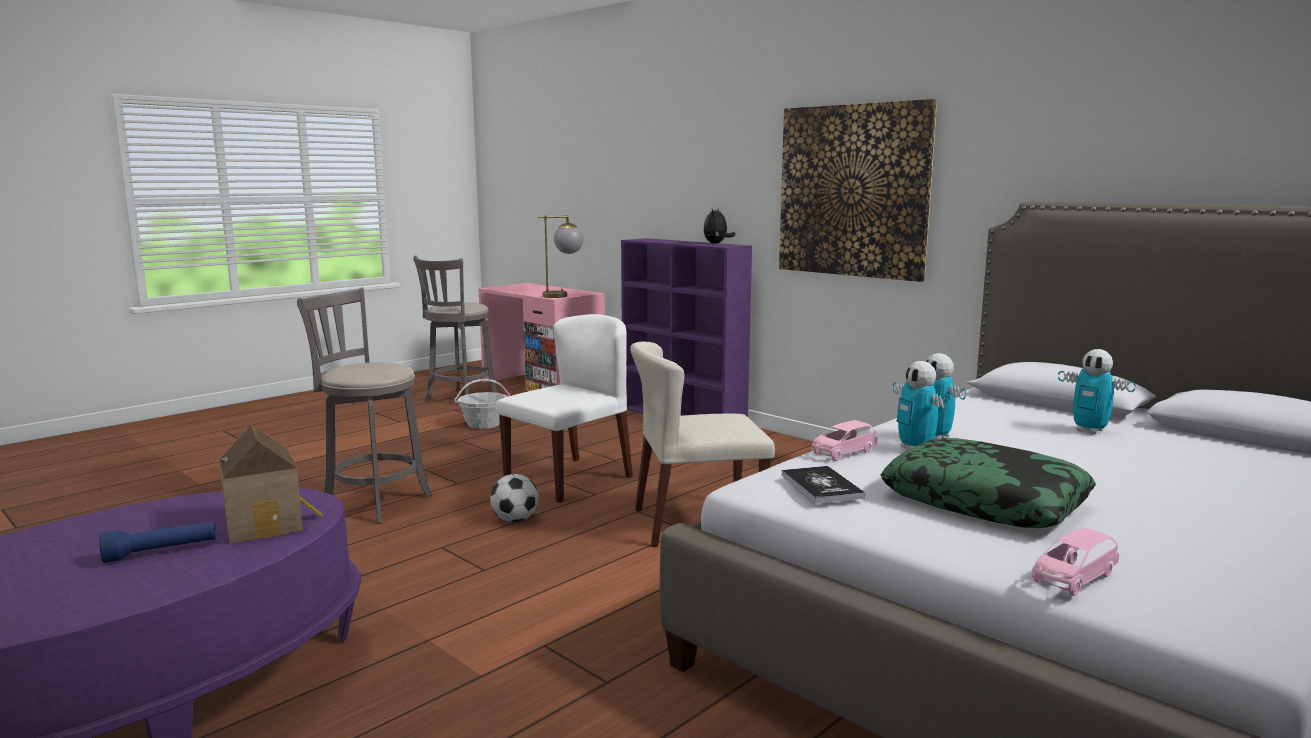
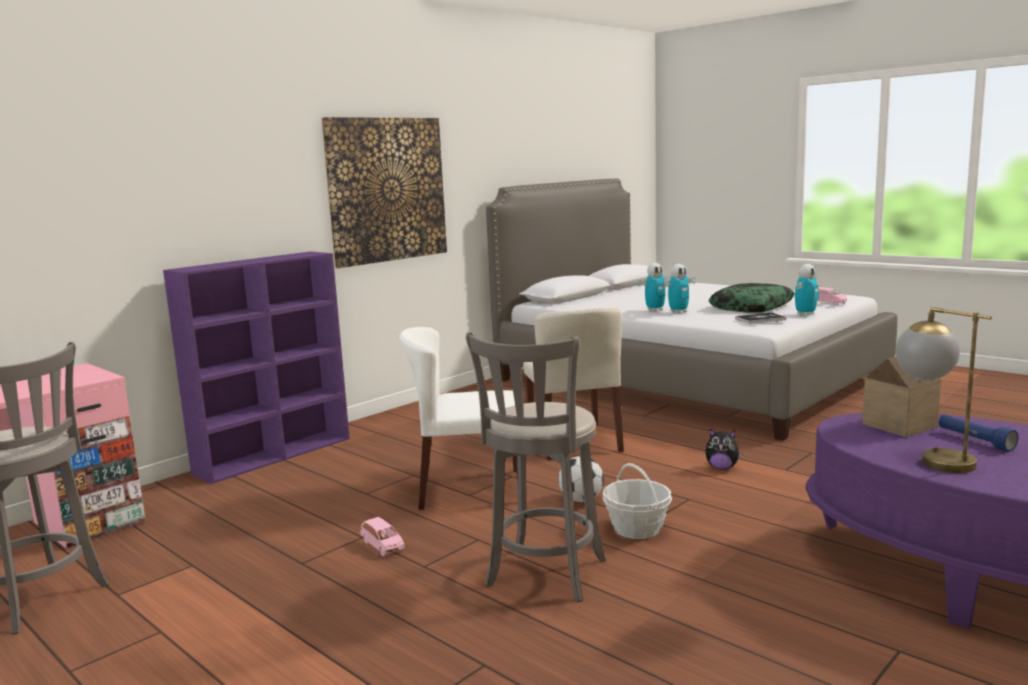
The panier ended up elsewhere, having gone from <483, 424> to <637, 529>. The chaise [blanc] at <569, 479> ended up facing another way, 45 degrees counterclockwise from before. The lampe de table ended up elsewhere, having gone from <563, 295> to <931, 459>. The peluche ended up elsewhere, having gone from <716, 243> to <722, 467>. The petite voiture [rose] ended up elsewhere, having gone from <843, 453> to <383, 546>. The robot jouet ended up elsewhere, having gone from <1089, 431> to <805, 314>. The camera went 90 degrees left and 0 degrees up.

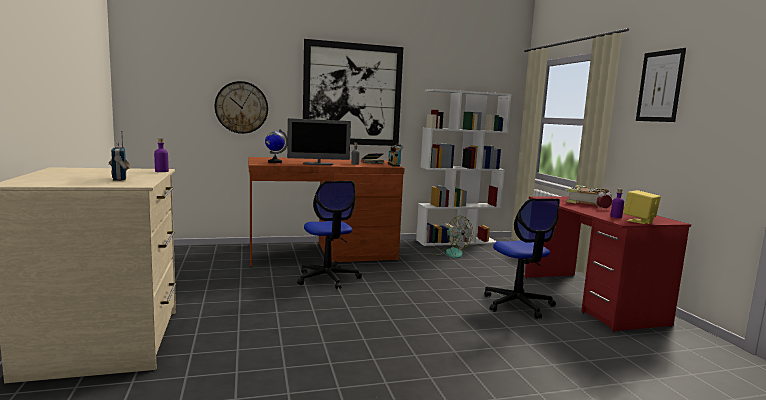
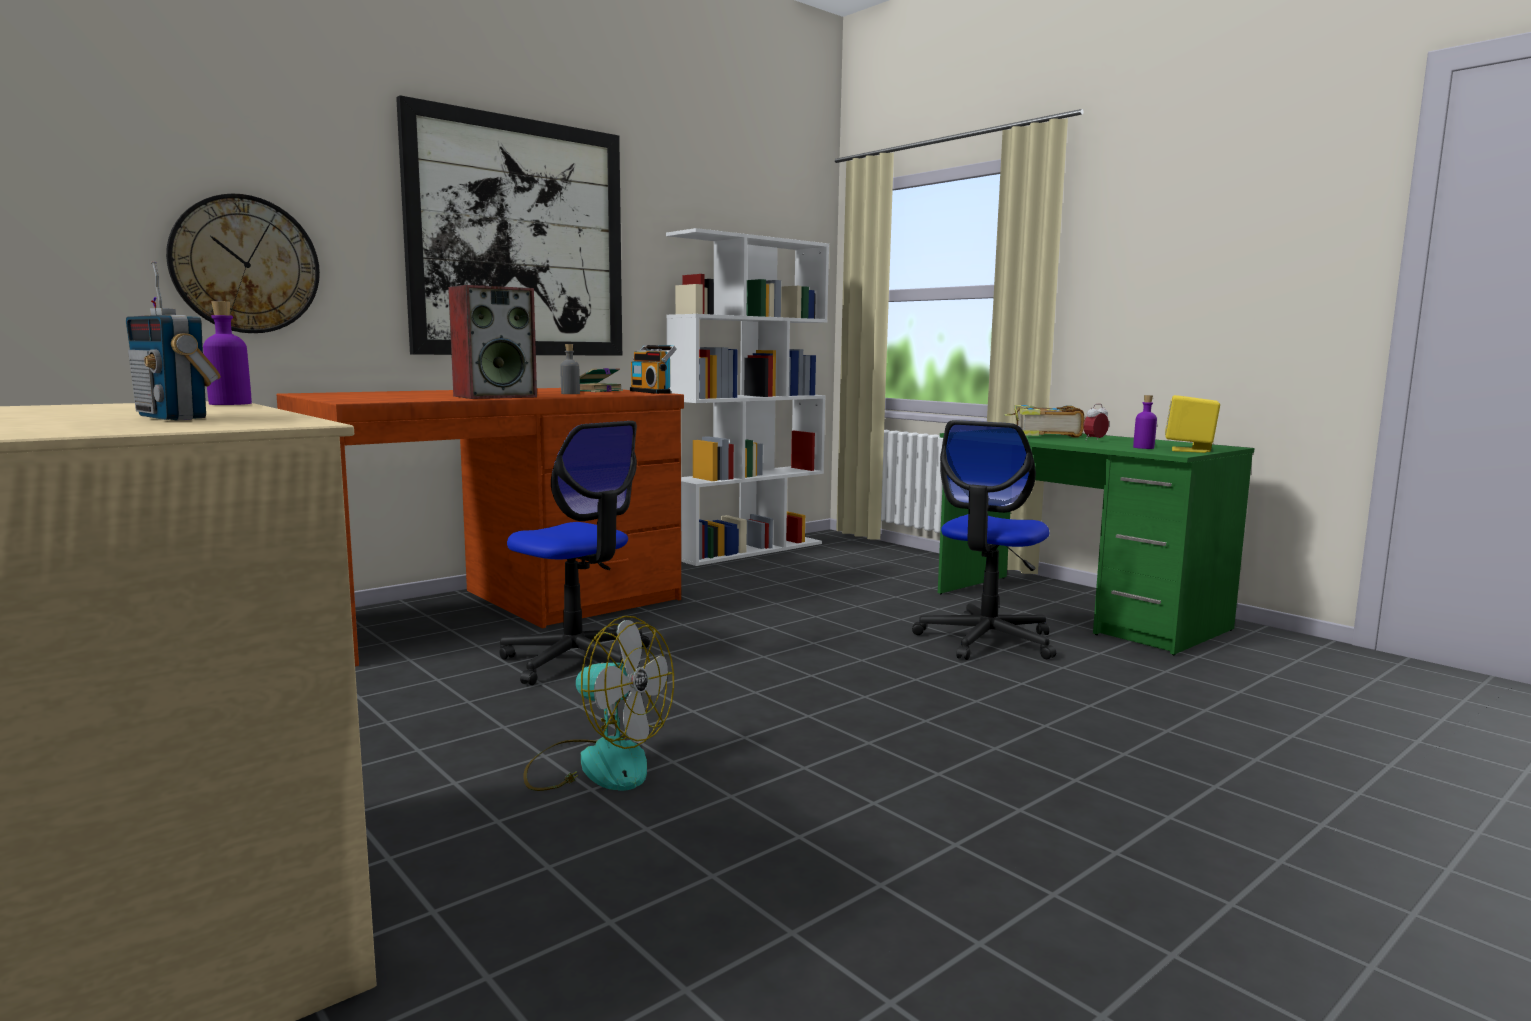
The second view lost the globe at <274, 162>. Where the écran d'ordinateur stood at <318, 164>, the enceinte came to stand at <495, 396>. The ventilateur ended up elsewhere, having gone from <450, 253> to <597, 764>. The chaise de bureau at <518, 304> ended up facing another way, 75 degrees clockwise from before. What was the bureau [rouge] at <589, 299> turned into the bureau [vert] at <1076, 611>. The second view lost the tableau at <660, 86>. The camera went 25 degrees left and 0 degrees up.

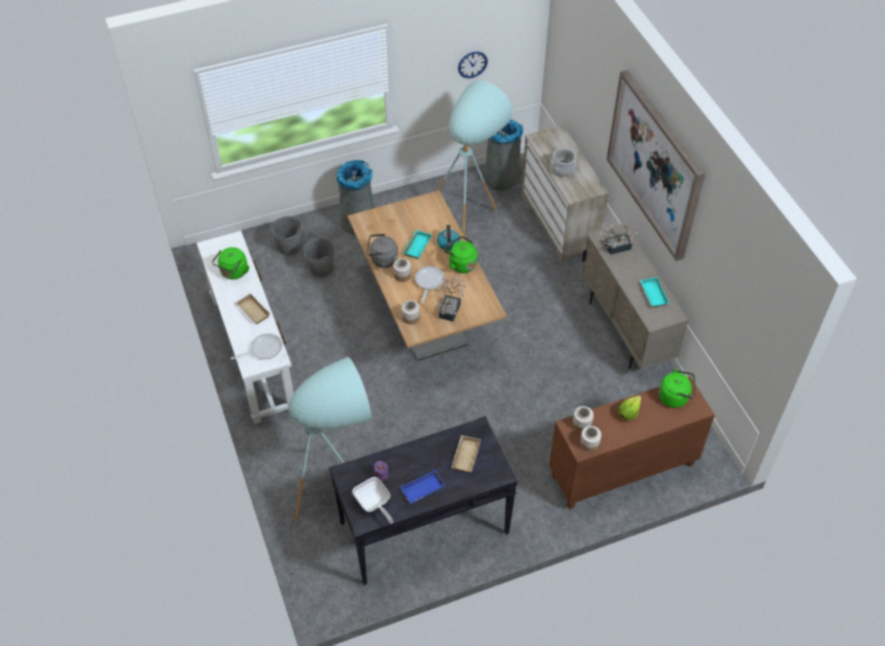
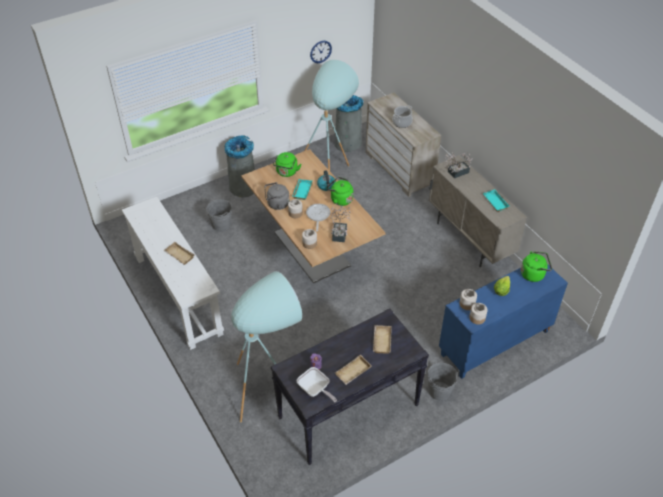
The bouilloire [vert] ended up elsewhere, having gone from <233, 273> to <286, 172>. The second view lost the poêle at <263, 349>. The seau [gris] ended up elsewhere, having gone from <289, 247> to <439, 391>. What was the plateau [bleu] at <423, 490> turned into the plateau [beige] at <353, 373>. What was the meuble de rangement [marron] at <622, 471> turned into the meuble de rangement [bleu] at <494, 343>. The second view lost the tableau at <655, 164>. The camera went 10 degrees left and 5 degrees down.

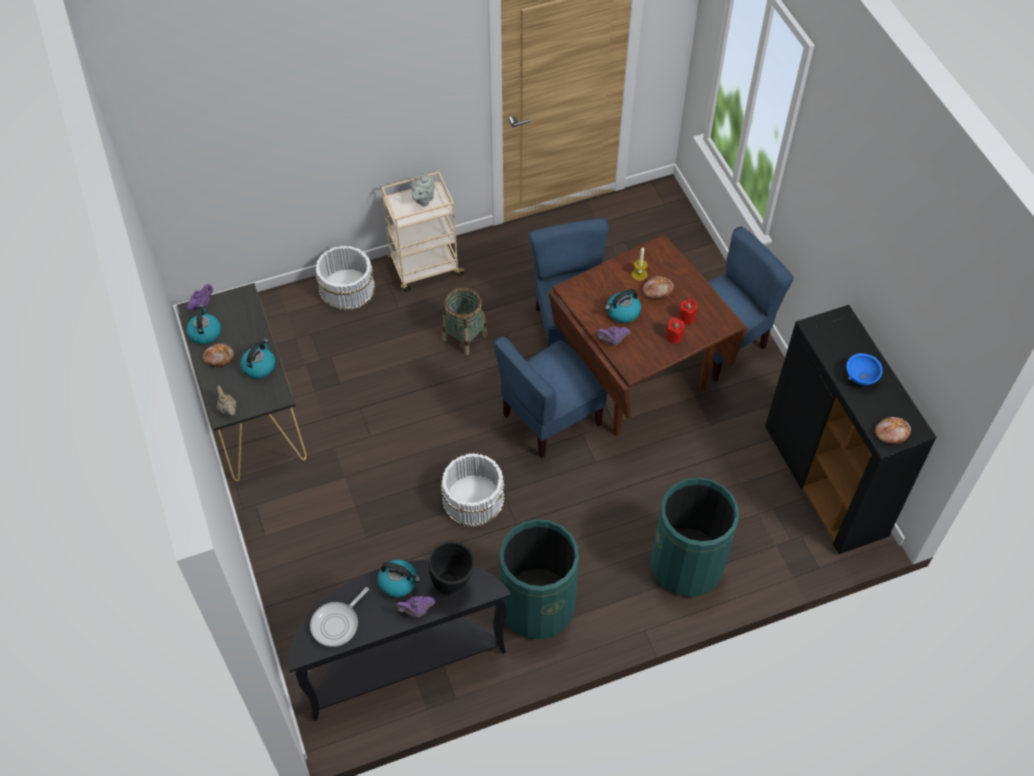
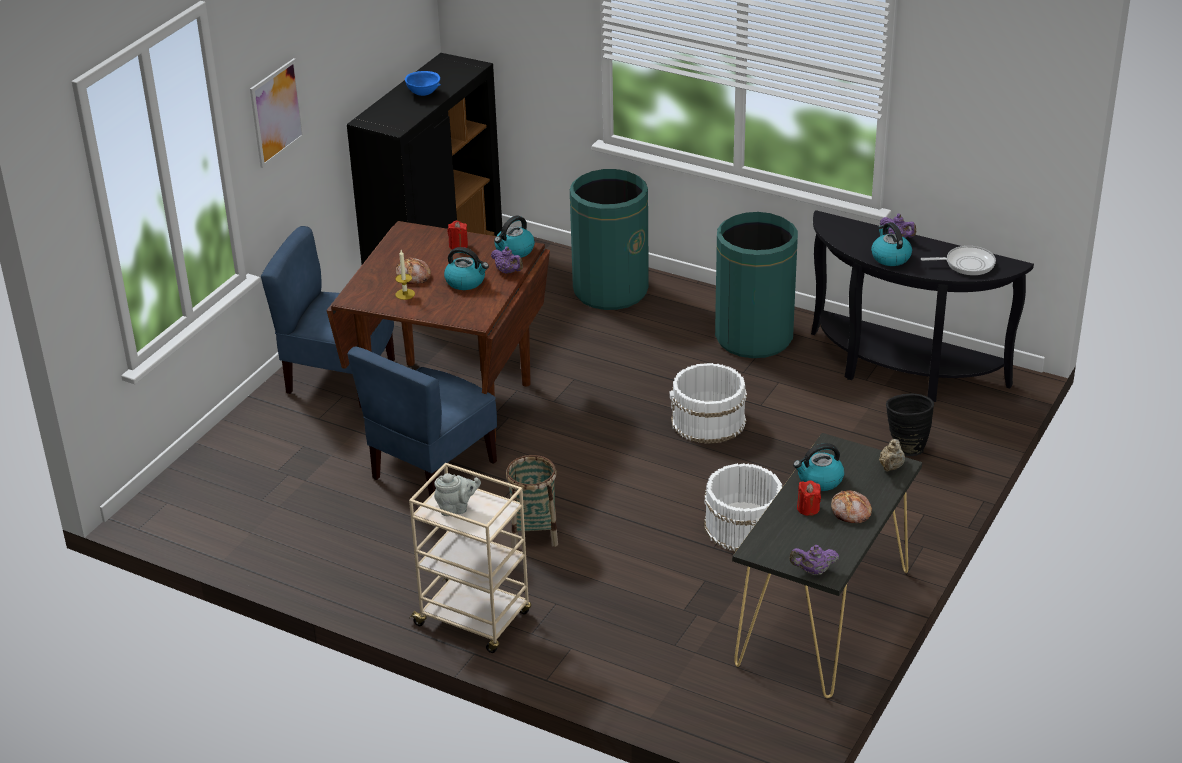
The bouilloire ended up elsewhere, having gone from <205, 333> to <514, 251>. The seau [blanc] ended up elsewhere, having gone from <346, 289> to <744, 526>. The vase [noir] ended up elsewhere, having gone from <454, 585> to <905, 447>. The second view lost the chaise [bleu] at <550, 419>. The bougie [rouge] ended up elsewhere, having gone from <687, 318> to <808, 508>. The second view lost the pain at <891, 433>. The second view gained the tableau at <277, 112>. The camera went 130 degrees left and 20 degrees down.

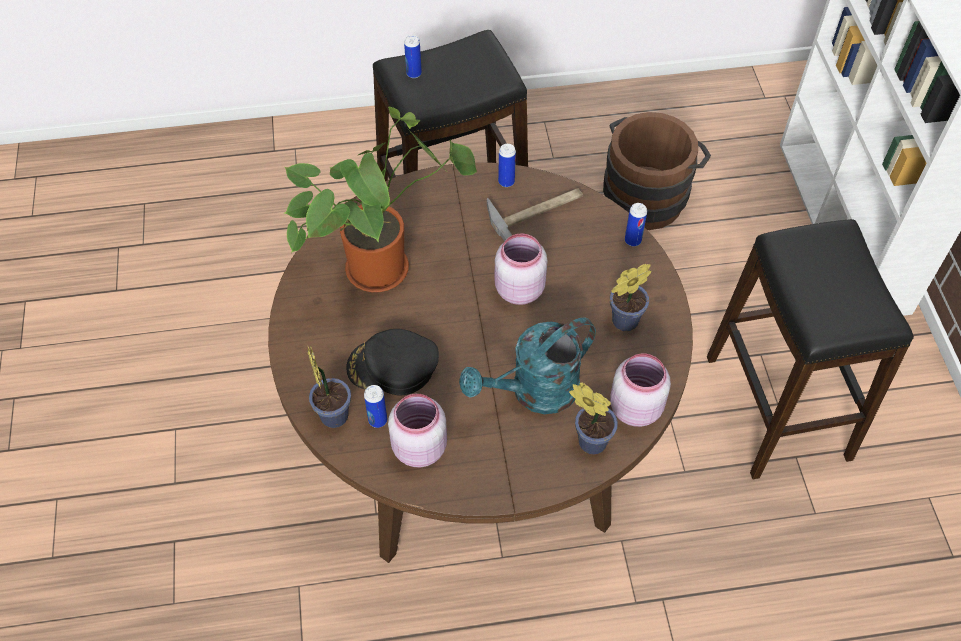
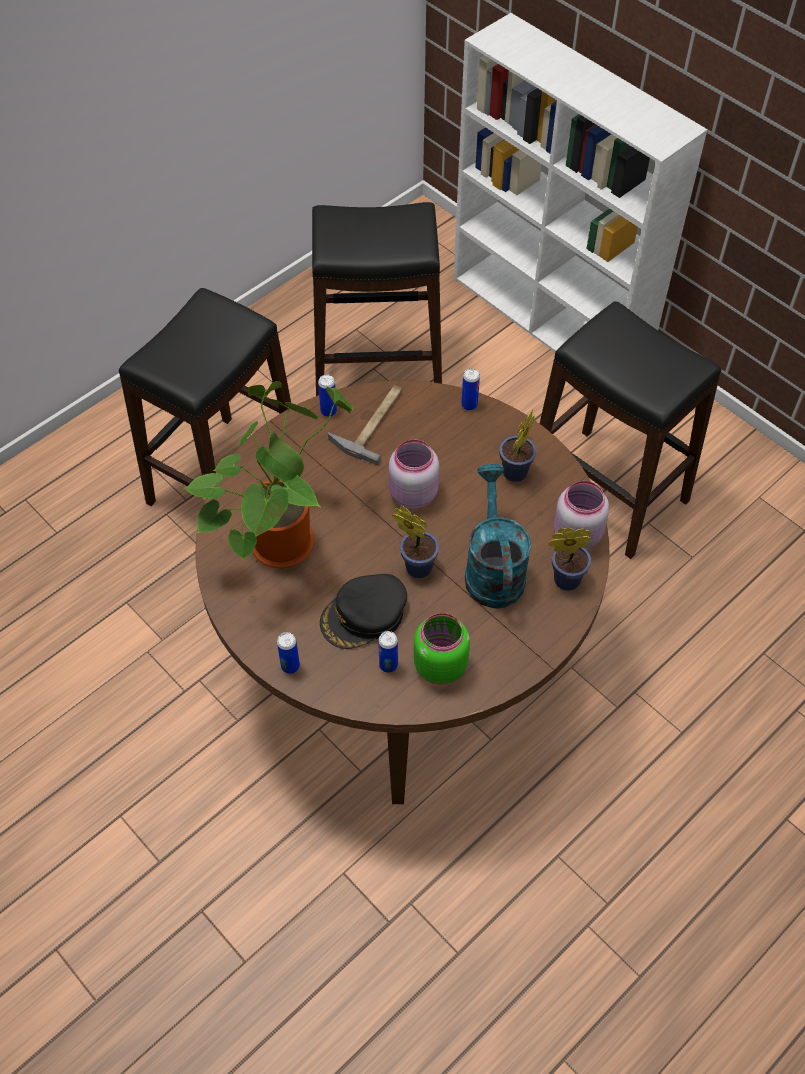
The plante en pot ended up elsewhere, having gone from <333, 412> to <415, 566>. What was the bocal [rose] at <418, 446> turned into the bocal [vert] at <438, 665>. The boîte métallique ended up elsewhere, having gone from <414, 73> to <290, 666>. The arrosoir [turquoise] at <534, 392> ended up facing another way, 150 degrees clockwise from before. Where the seau [marron] stood at <647, 194>, the tabouret [noir] came to stand at <378, 374>. The camera went 35 degrees left and 0 degrees up.

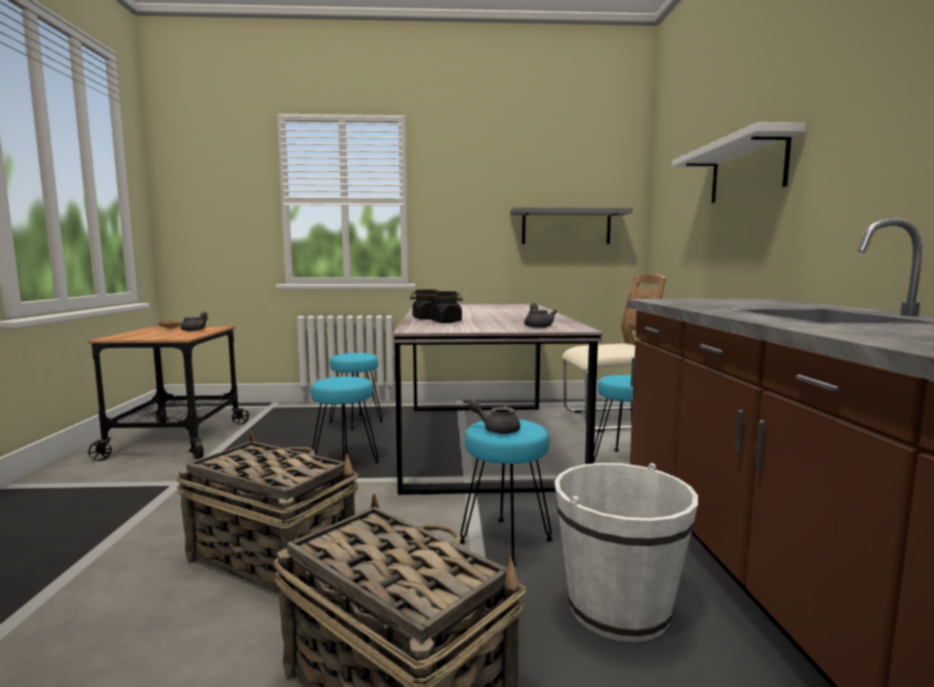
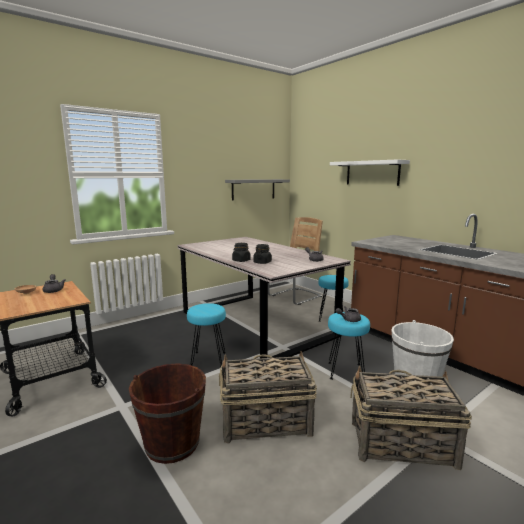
The second view lost the tabouret [turquoise] at <356, 422>. The second view gained the seau [marron] at <172, 443>. The camera went 35 degrees left and 5 degrees up.

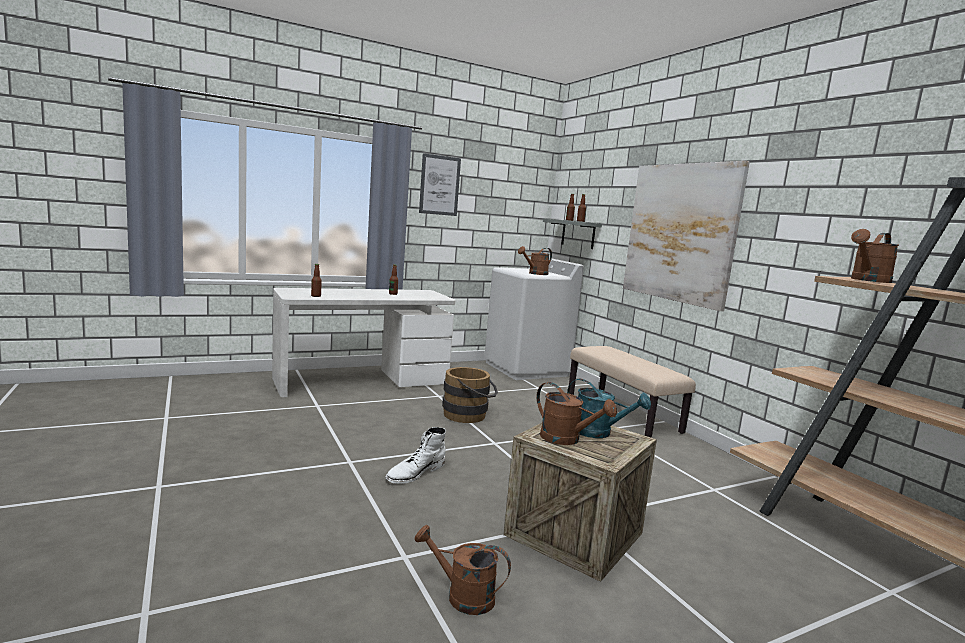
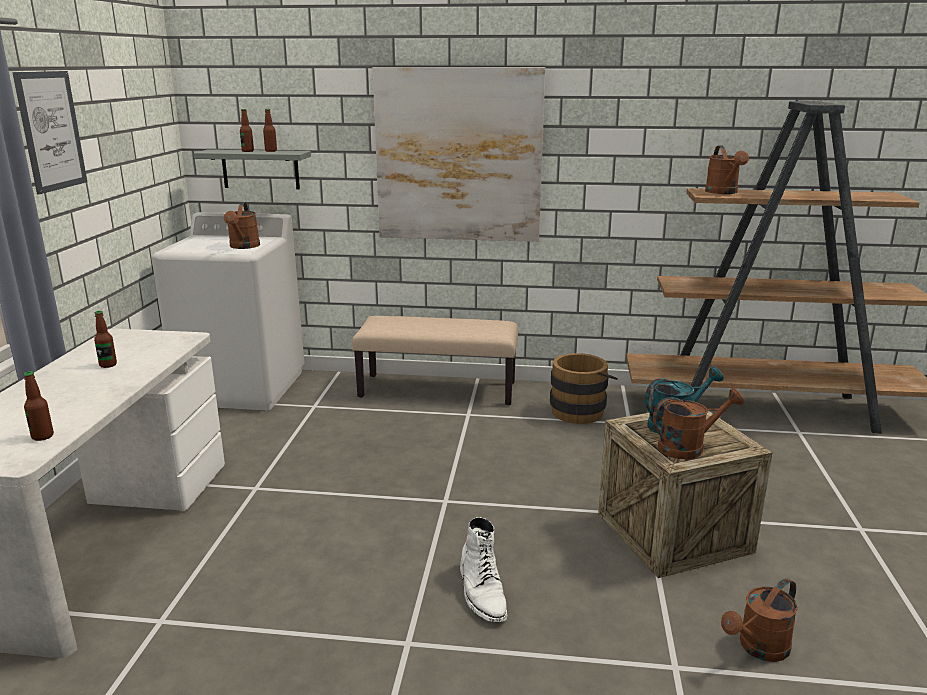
The seau [marron] ended up elsewhere, having gone from <469, 415> to <580, 410>. The camera went 55 degrees left and 10 degrees up.

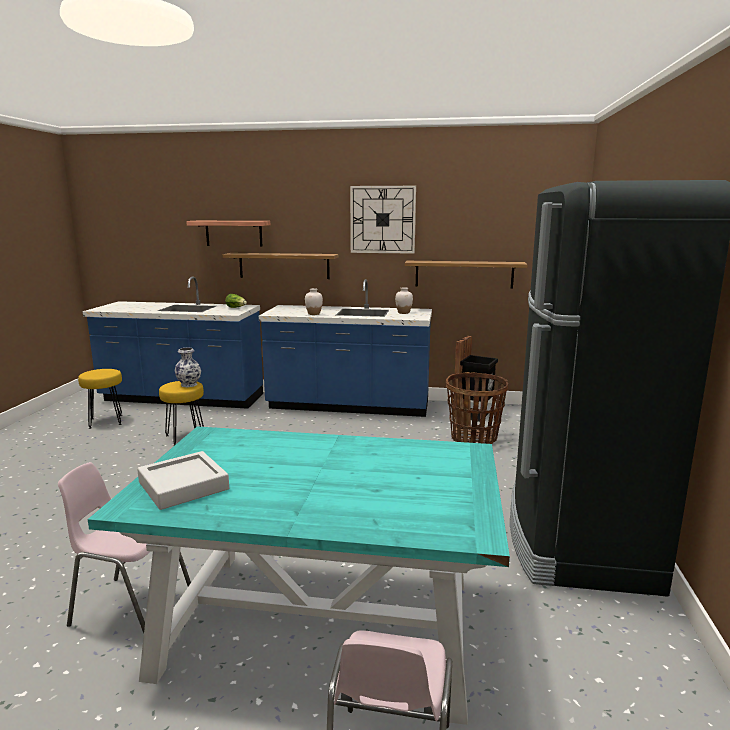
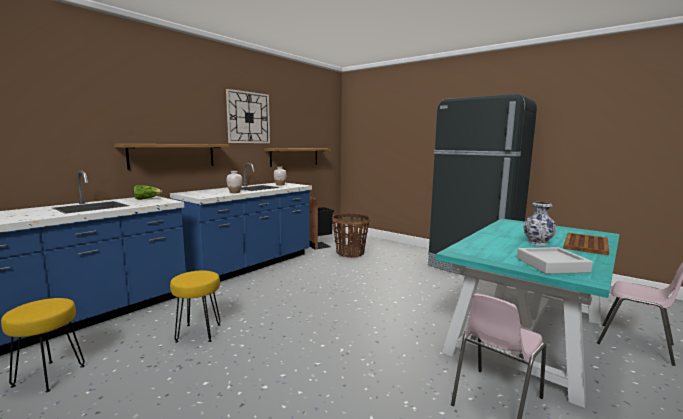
The vase ended up elsewhere, having gone from <188, 385> to <537, 243>. The second view lost the étagère at <234, 233>. The second view gained the plateau [marron] at <585, 244>. The camera went 60 degrees left and 5 degrees down.

